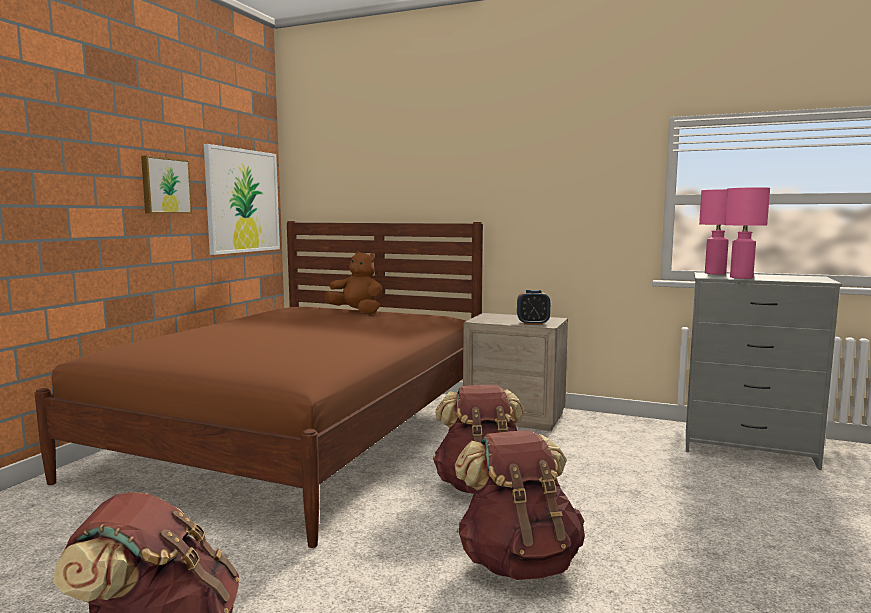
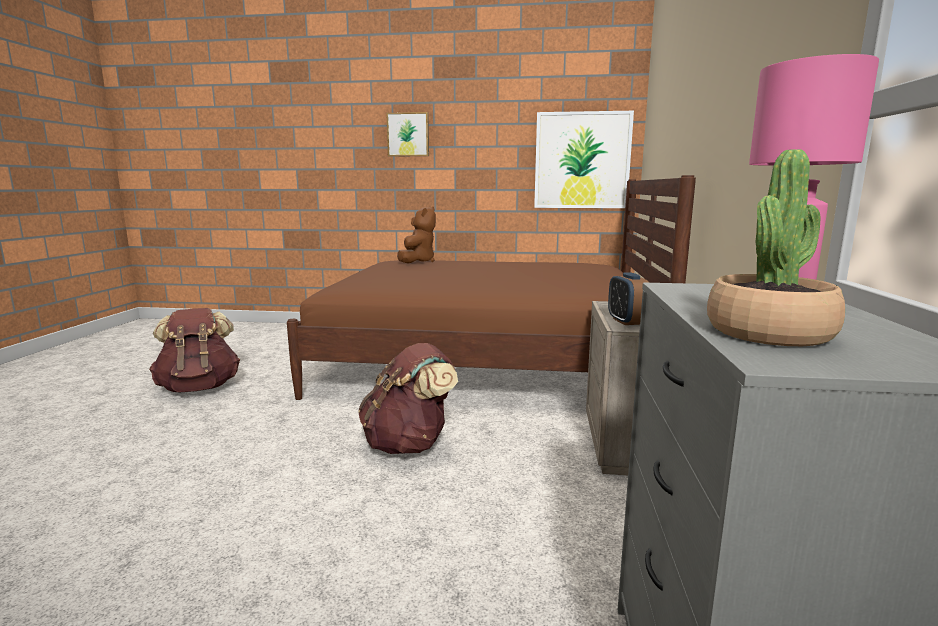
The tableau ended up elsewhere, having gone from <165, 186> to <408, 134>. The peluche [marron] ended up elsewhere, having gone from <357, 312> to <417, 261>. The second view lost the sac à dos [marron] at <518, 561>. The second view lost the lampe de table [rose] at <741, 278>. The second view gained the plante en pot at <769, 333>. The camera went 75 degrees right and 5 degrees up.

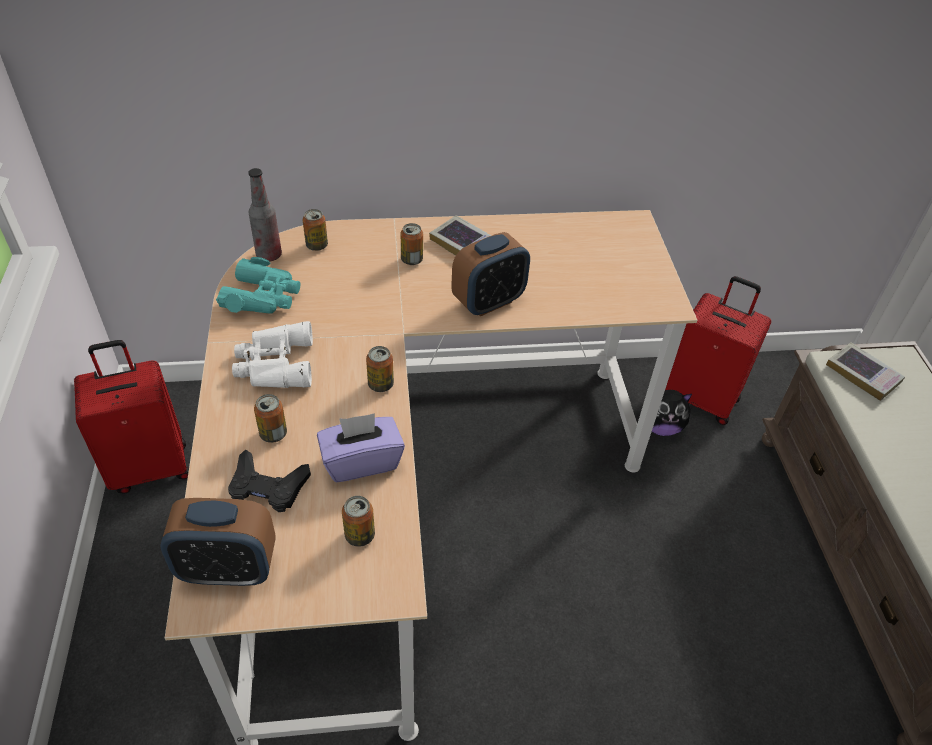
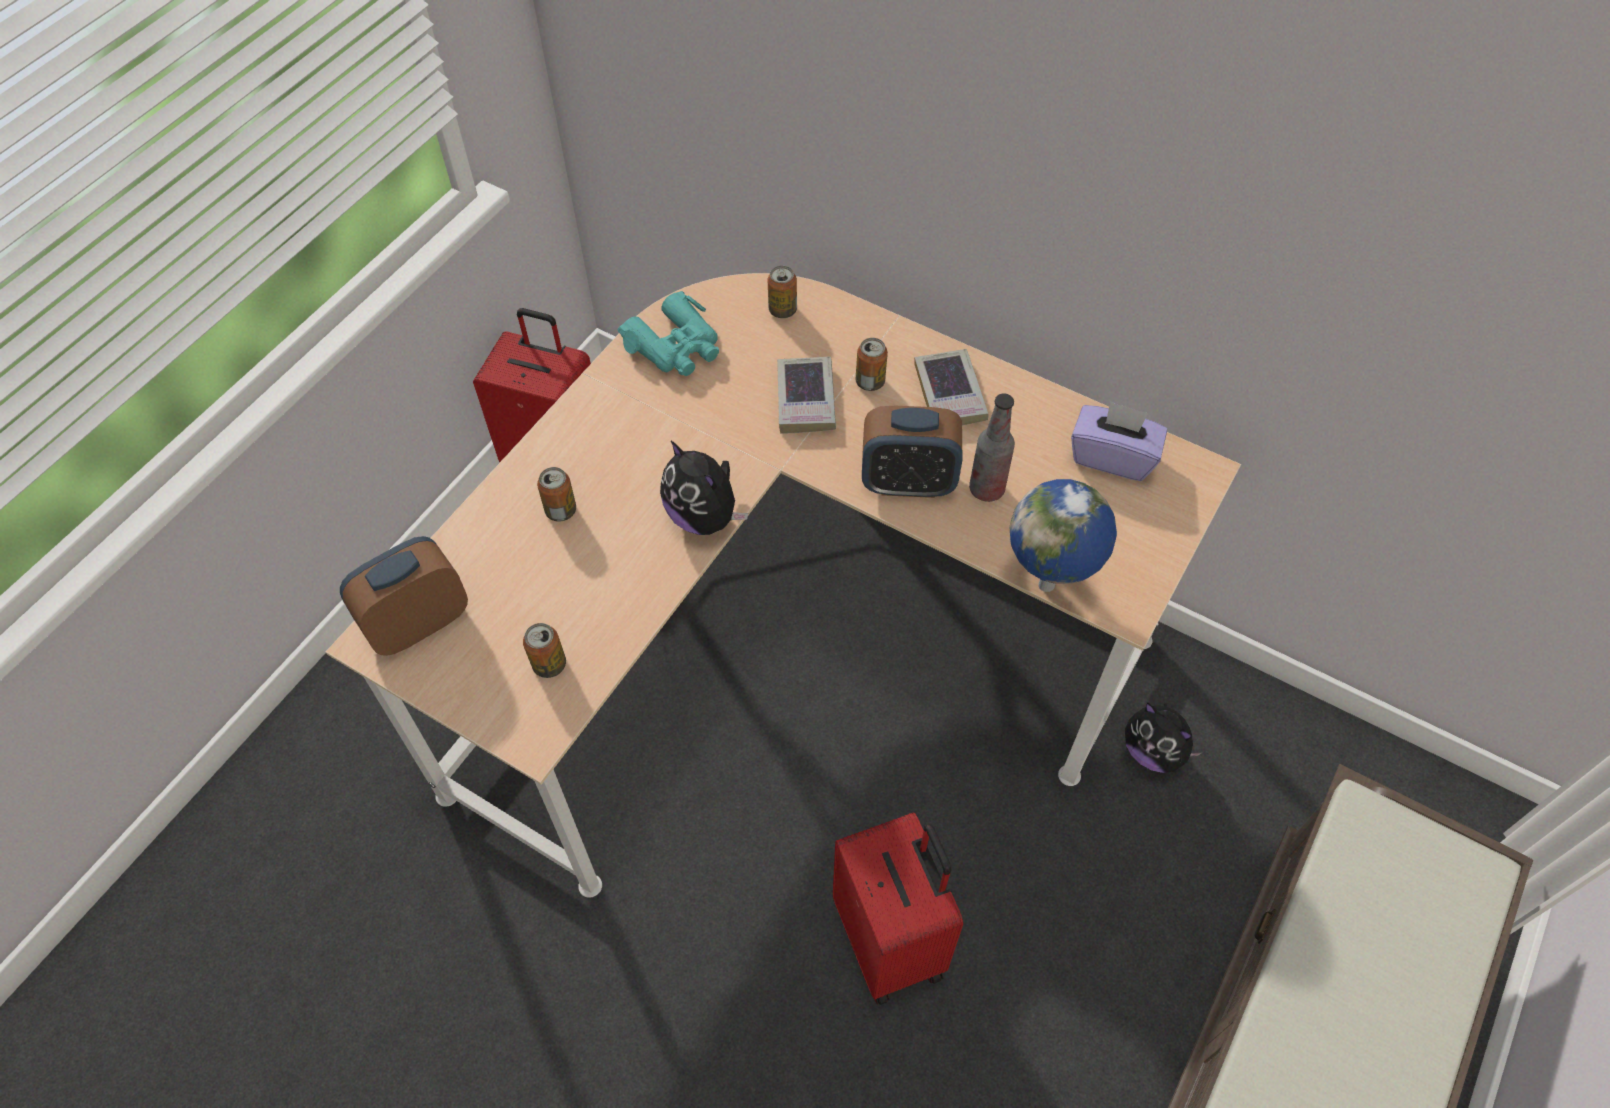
The réveil at <228, 569> ended up facing another way, 105 degrees clockwise from before. The second view lost the manette [noir] at <268, 486>. The second view lost the jumelles [blanc] at <273, 364>. The bouteille ended up elsewhere, having gone from <269, 255> to <986, 489>. The boîte à mouchoirs [violet] ended up elsewhere, having gone from <361, 461> to <1112, 456>. Where the boîte métallique stood at <380, 384>, the peluche came to stand at <704, 516>. The valise [rouge] ended up elsewhere, having gone from <701, 397> to <891, 940>. The livre ended up elsewhere, having gone from <863, 374> to <806, 400>. The second view gained the globe at <1048, 586>. The camera went 40 degrees right and 10 degrees up.

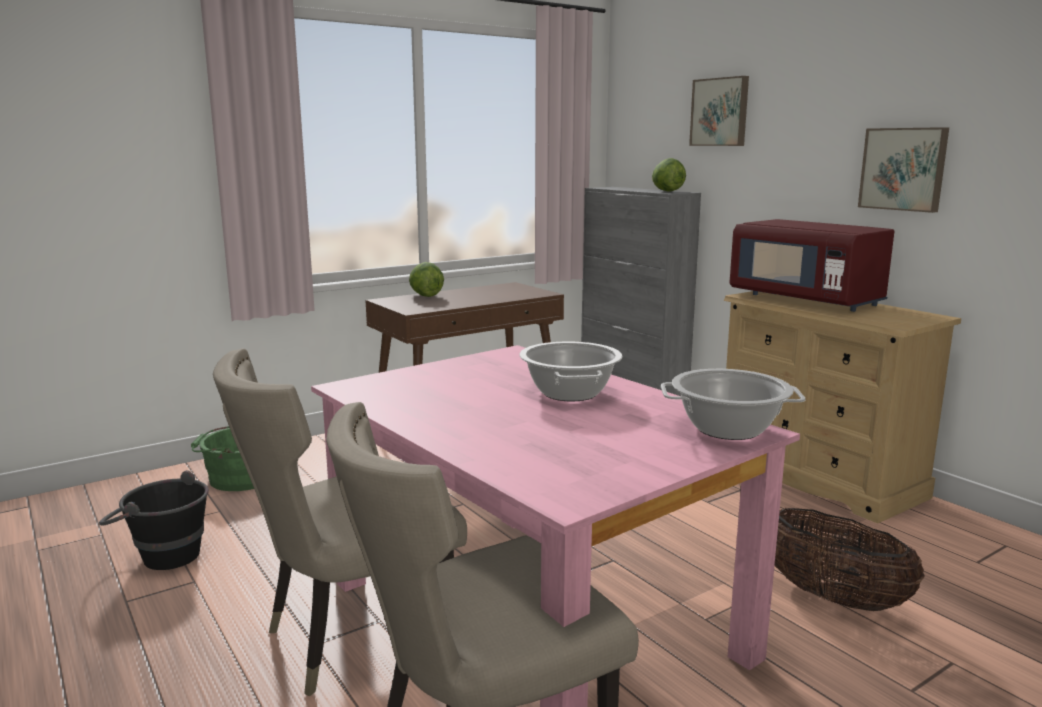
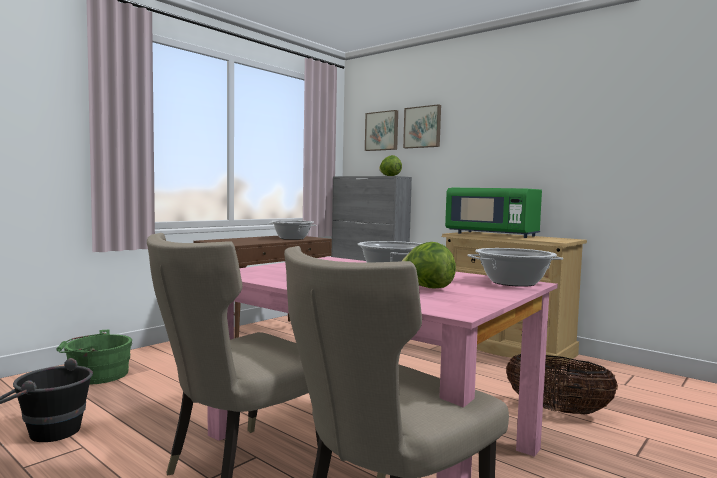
The laitue ended up elsewhere, having gone from <425, 296> to <427, 287>. What was the micro-ondes [rouge] at <805, 300> turned into the micro-ondes [vert] at <492, 234>. The tableau ended up elsewhere, having gone from <904, 169> to <382, 131>. The second view gained the marmite at <292, 238>. The camera went 15 degrees left and 10 degrees down.

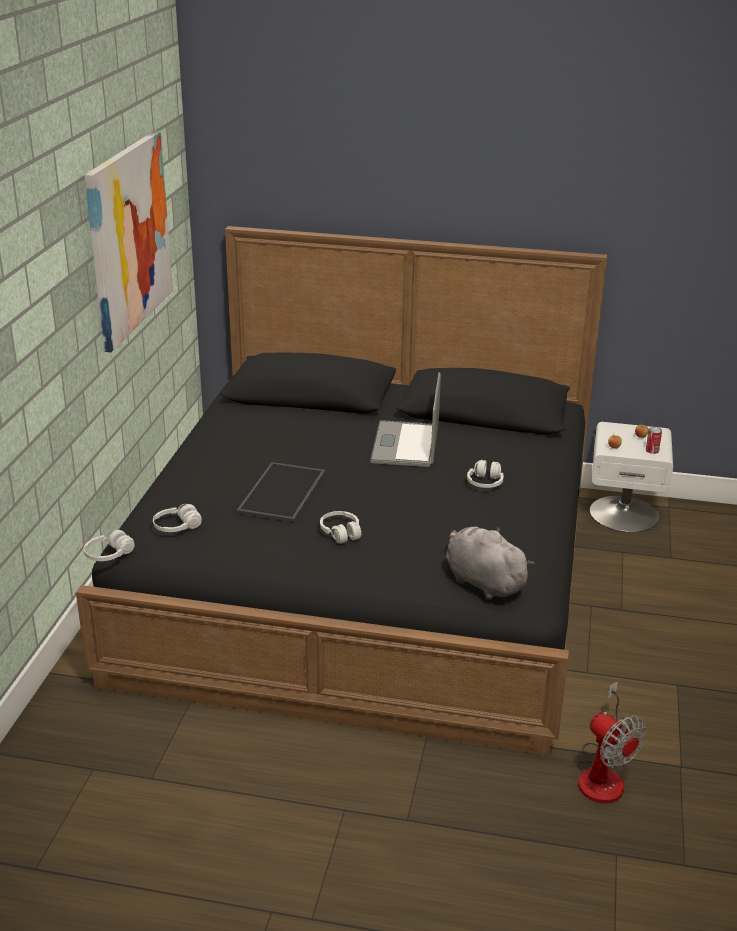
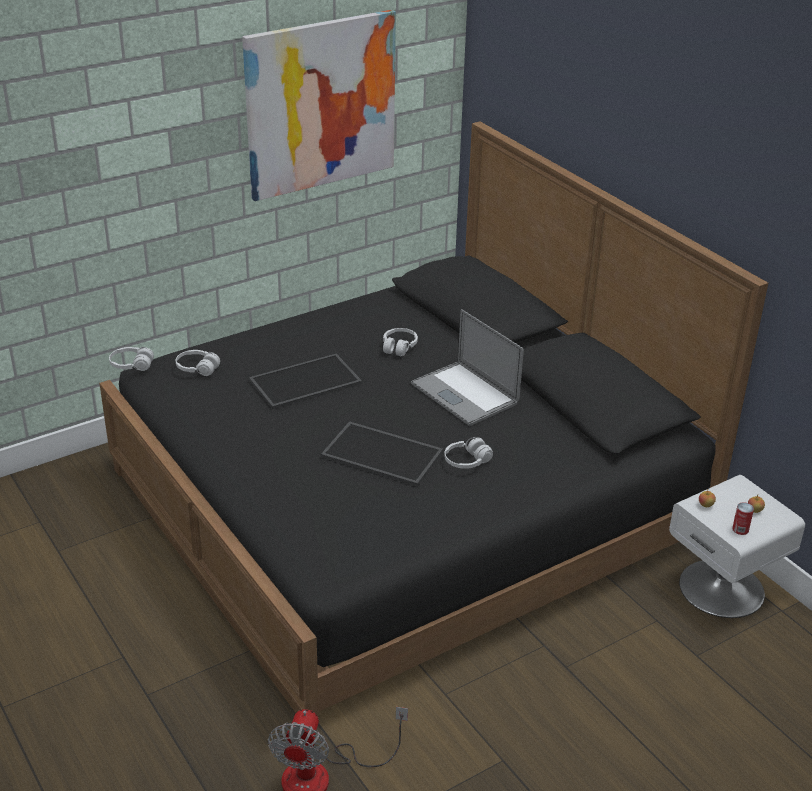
The casque audio [blanc] ended up elsewhere, having gone from <341, 533> to <399, 347>. The ordinateur portable at <405, 444> ended up facing another way, 90 degrees counterclockwise from before. The second view lost the peluche [gris] at <482, 582>. The second view gained the plateau at <384, 453>. The camera went 45 degrees right and 5 degrees up.

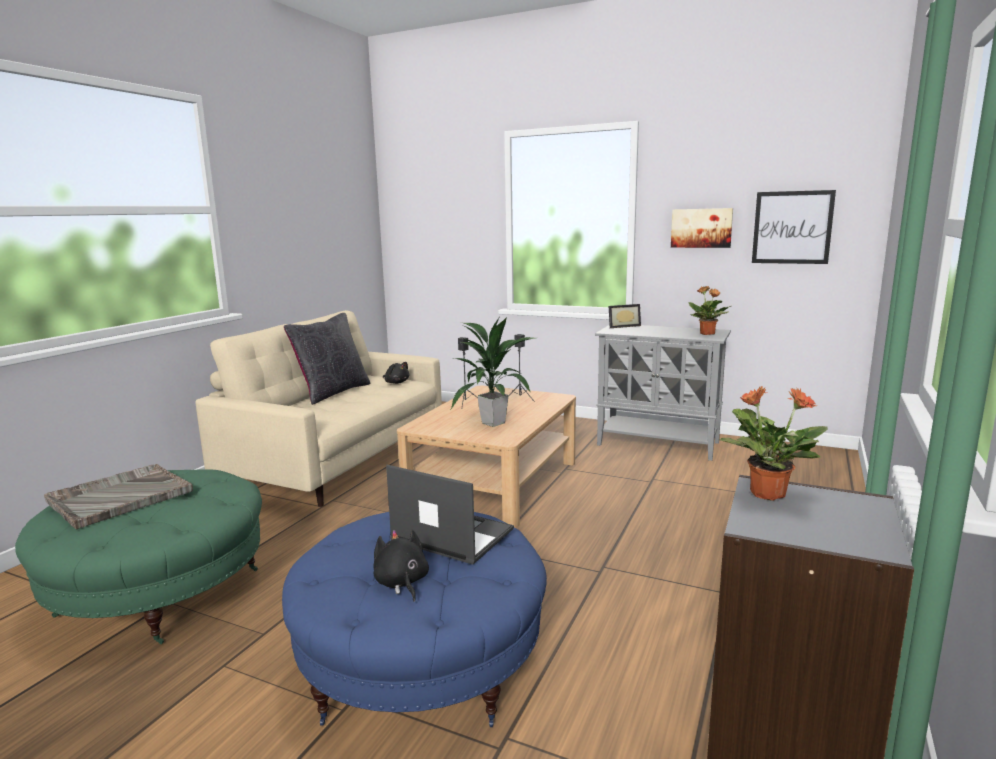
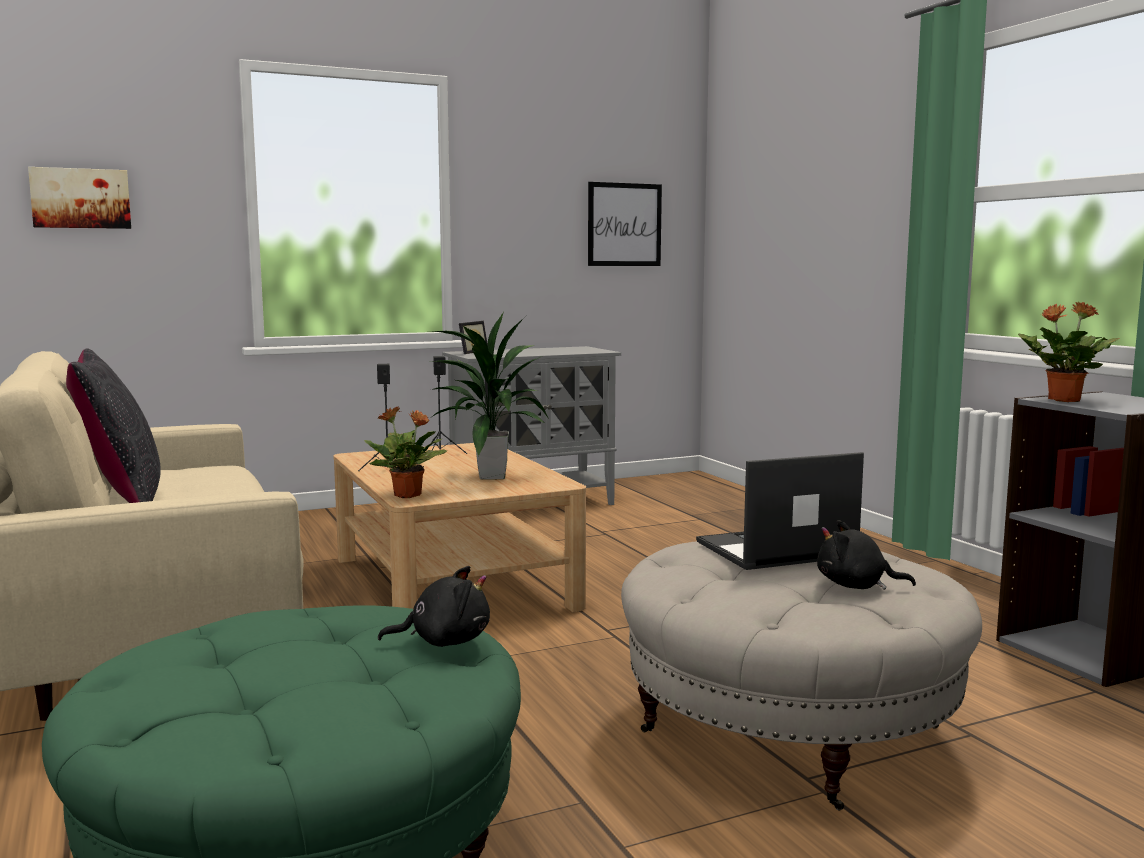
The second view lost the plateau [gris] at <119, 497>. What was the pouf [bleu] at <421, 664> turned into the pouf [beige] at <789, 728>. The peluche [noir] ended up elsewhere, having gone from <396, 382> to <444, 641>. The tableau ended up elsewhere, having gone from <701, 228> to <81, 198>. The plante en pot ended up elsewhere, having gone from <707, 334> to <408, 495>. The camera went 50 degrees left and 5 degrees down.

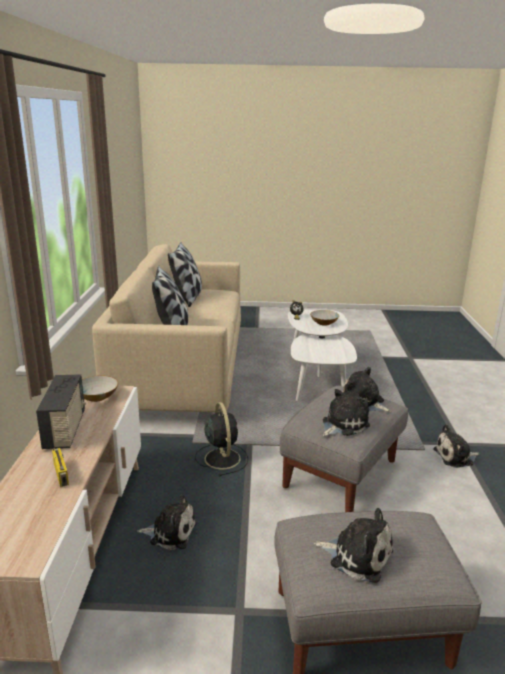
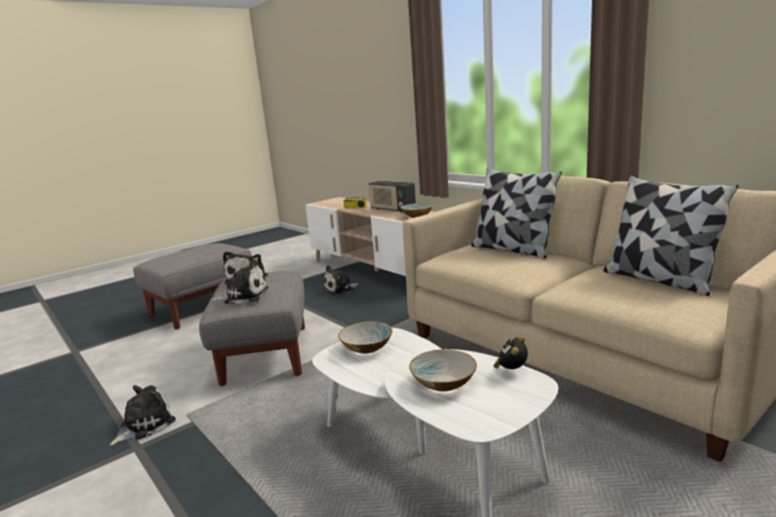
The second view lost the ventilateur [noir] at <222, 458>. The second view lost the peluche at <357, 555>. The second view gained the bol at <367, 348>. The camera went 140 degrees right and 5 degrees down.

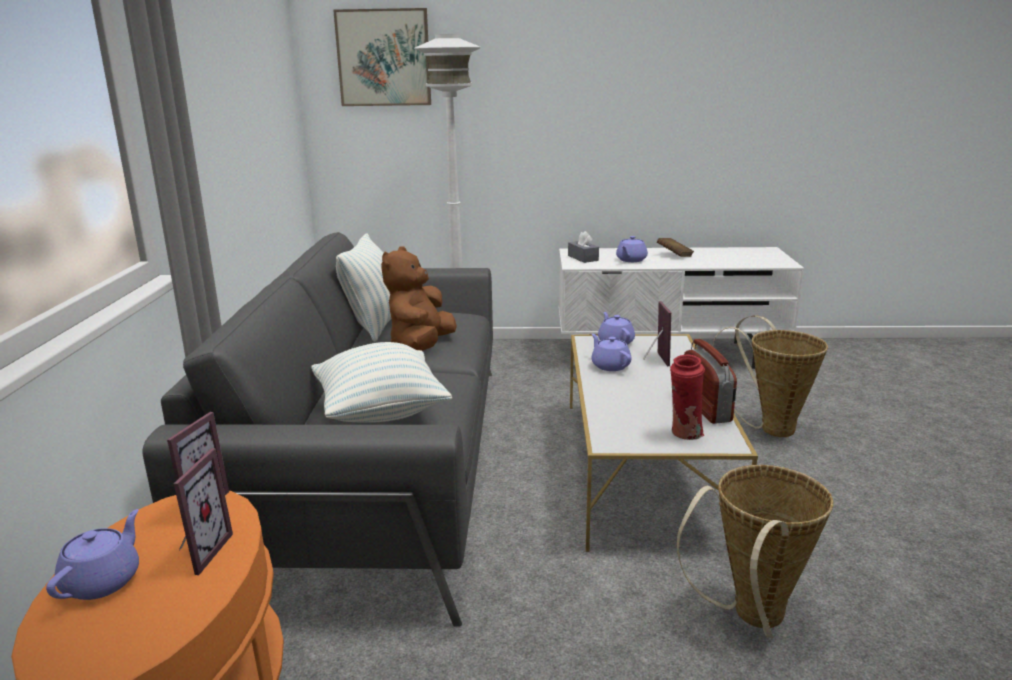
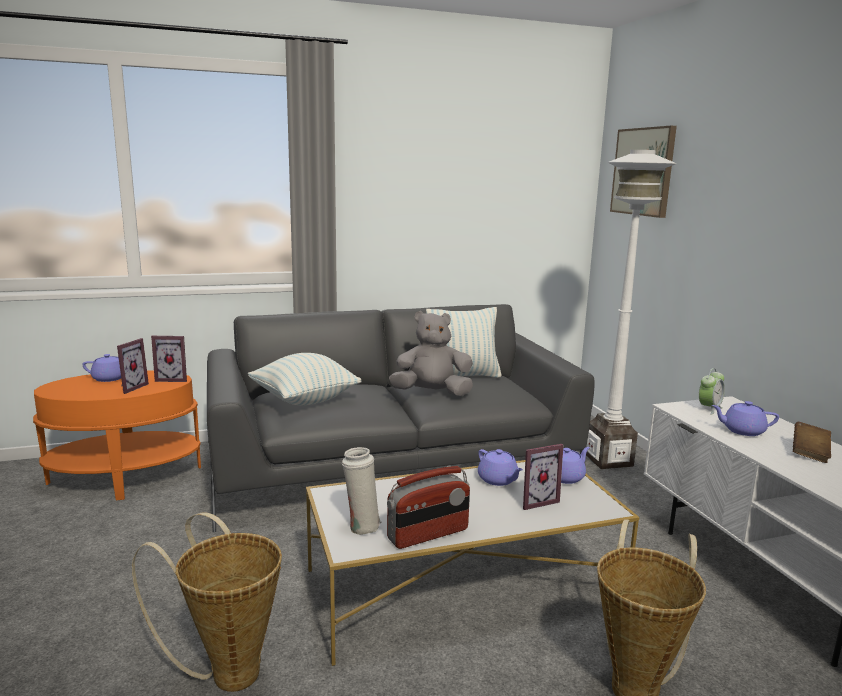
The cadre photo at <198, 552> ended up facing another way, 60 degrees counterclockwise from before. What was the peluche [marron] at <421, 346> turned into the peluche [gris] at <431, 393>. Where the boîte à mouchoirs [gris] stood at <583, 258>, the réveil came to stand at <709, 408>. The théière [violet] at <610, 365> ended up facing another way, 105 degrees clockwise from before. What was the vase [rouge] at <685, 434> turned into the vase [blanc] at <361, 526>. The camera went 70 degrees right and 5 degrees down.

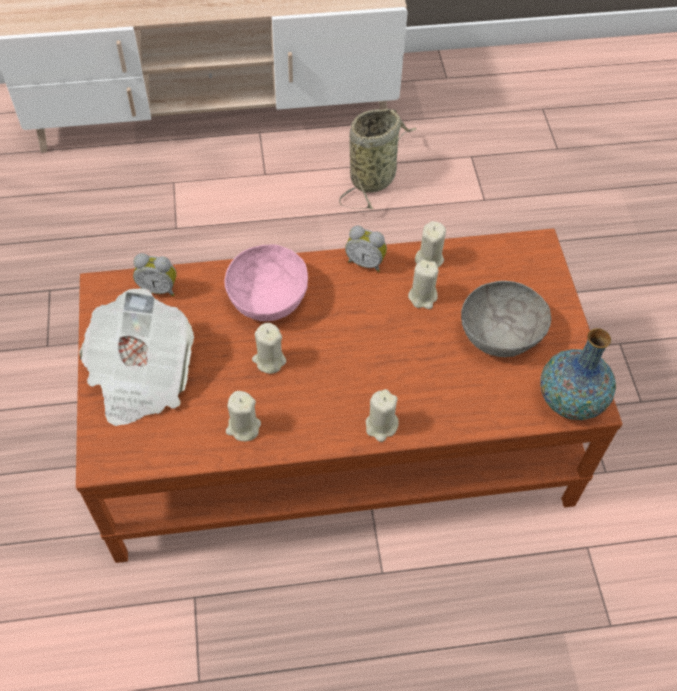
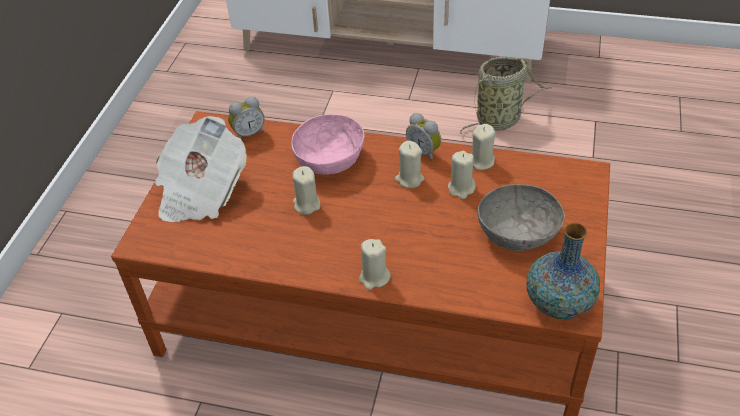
The réveil at <159, 288> ended up facing another way, 60 degrees counterclockwise from before. The bougie [beige] ended up elsewhere, having gone from <243, 427> to <409, 179>. The camera went 25 degrees right and 10 degrees down.

